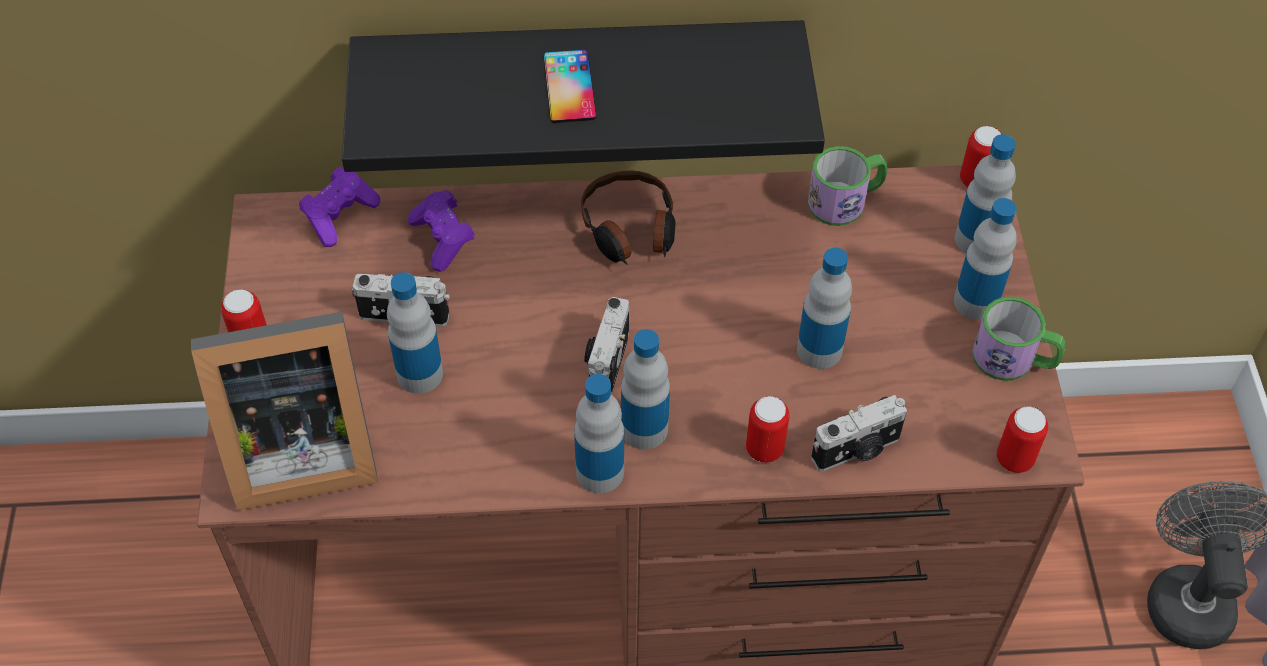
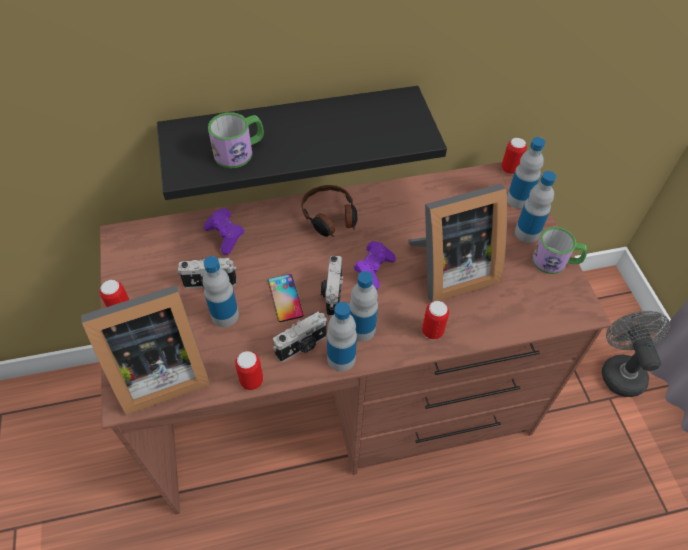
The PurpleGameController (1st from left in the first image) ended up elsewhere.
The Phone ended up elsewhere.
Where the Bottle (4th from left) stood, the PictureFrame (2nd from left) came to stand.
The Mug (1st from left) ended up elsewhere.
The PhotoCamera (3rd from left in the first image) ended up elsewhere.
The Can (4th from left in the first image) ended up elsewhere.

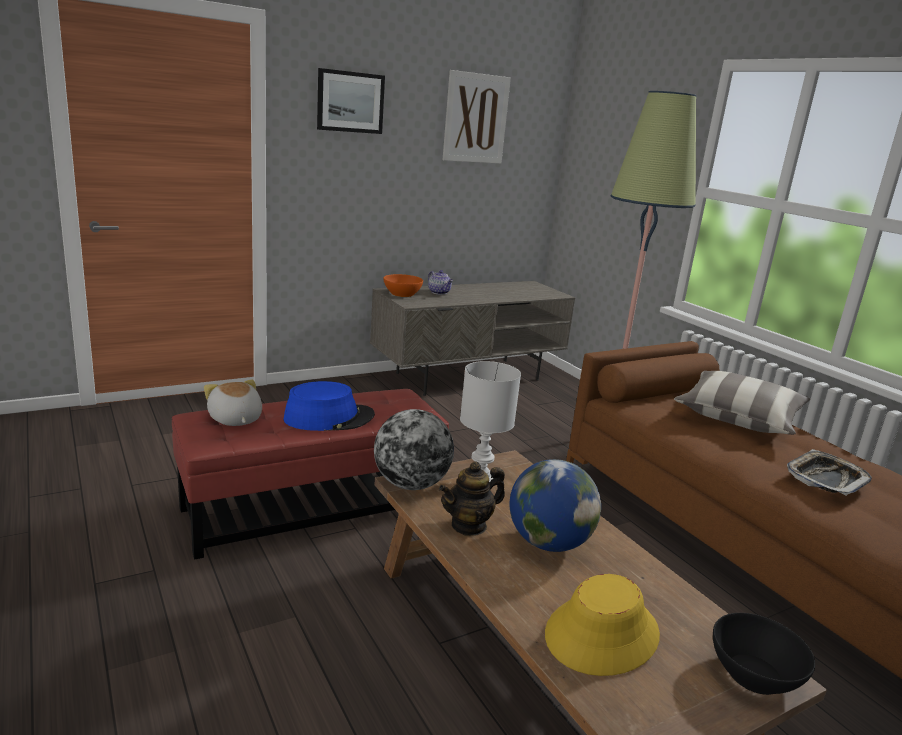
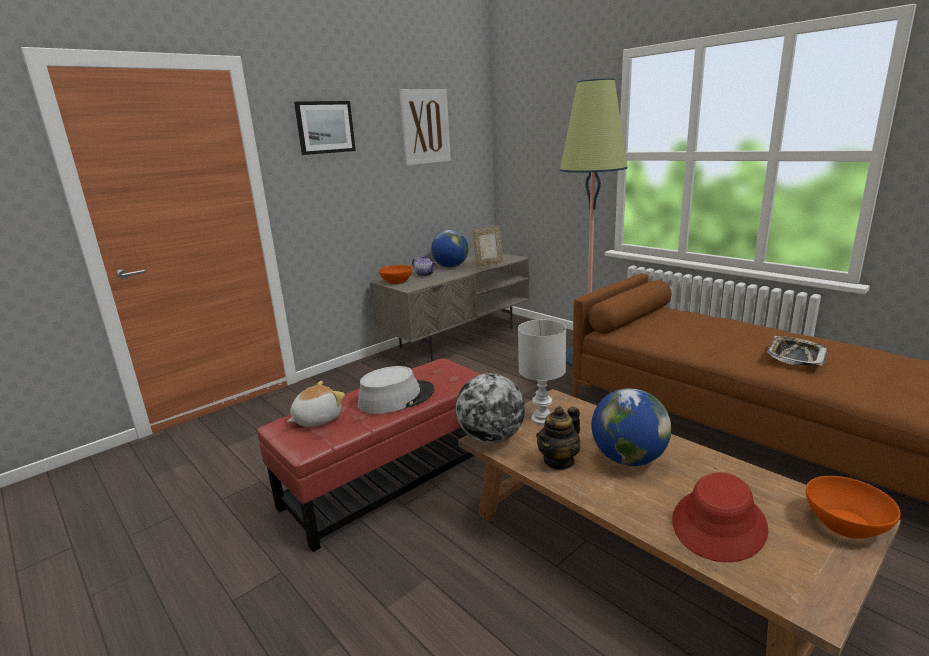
The PlushToy ended up facing another way, 90 degrees clockwise from before.
What was the BlueHat turned into the GreyHat.
What was the YellowHat turned into the RedHat.
The second view lost the Pillow.
What was the BlackBowl turned into the OrangeBowl (2nd from left).
The second view gained the Globe (1st from left).
The second view gained the PictureFrame.

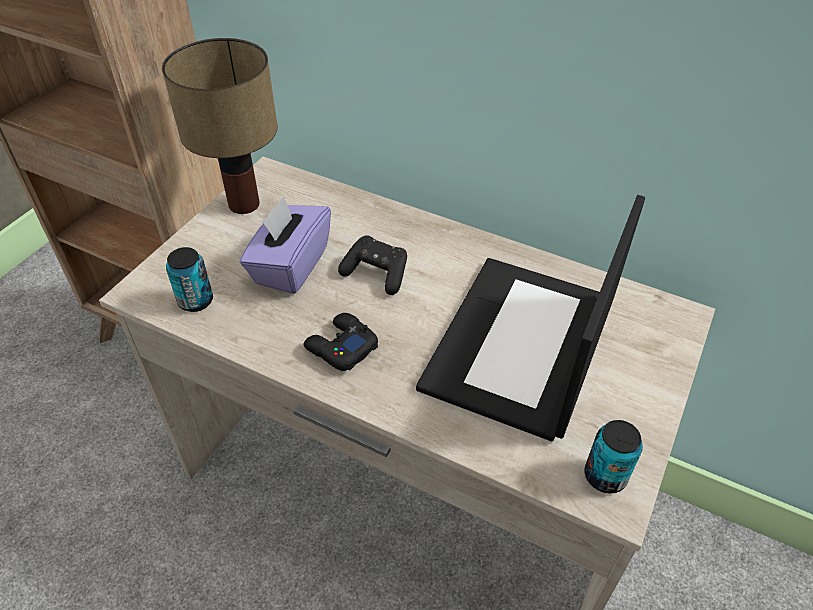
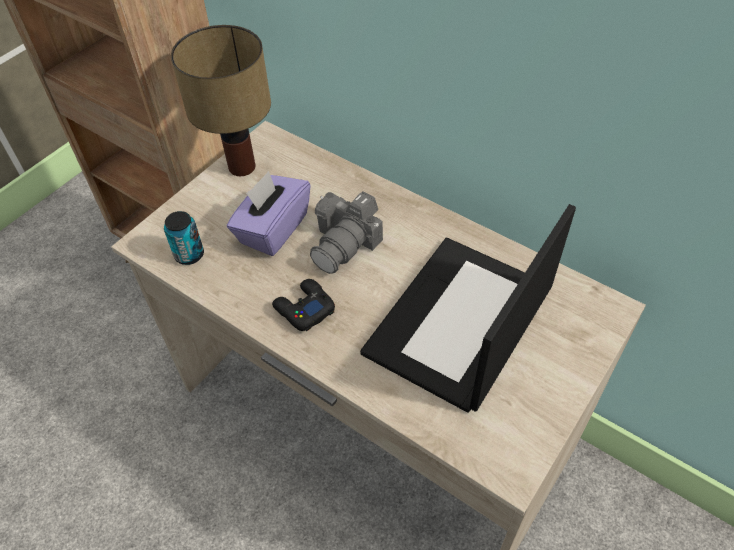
Where the BlackGameController (2nd from left) stood, the PhotoCamera came to stand.
The second view lost the Can (2nd from left).

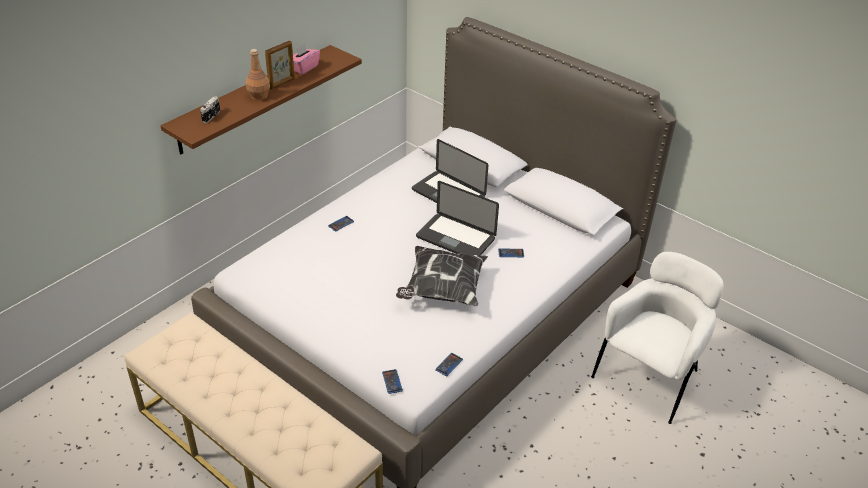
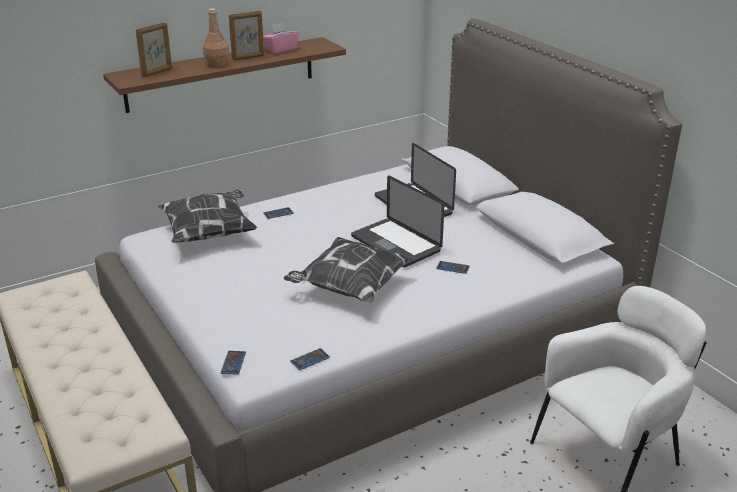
Where the PhotoCamera stood, the PictureFrame (1st from left) came to stand.
The second view gained the Pillow (1st from left).

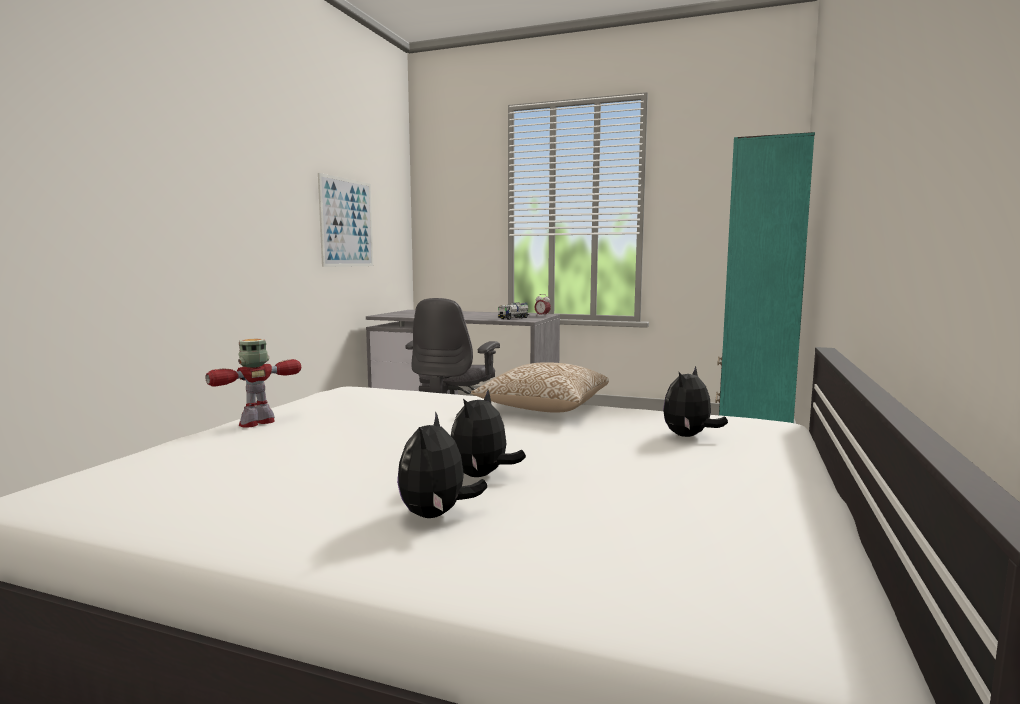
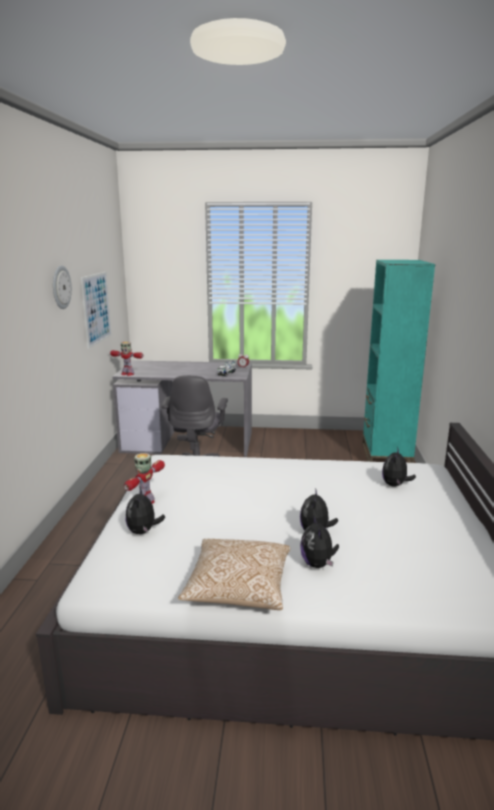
The Pillow ended up elsewhere.
The second view gained the WallClock.
The second view gained the ToyRobot (1st from left).
The second view gained the PlushToy (1st from left).

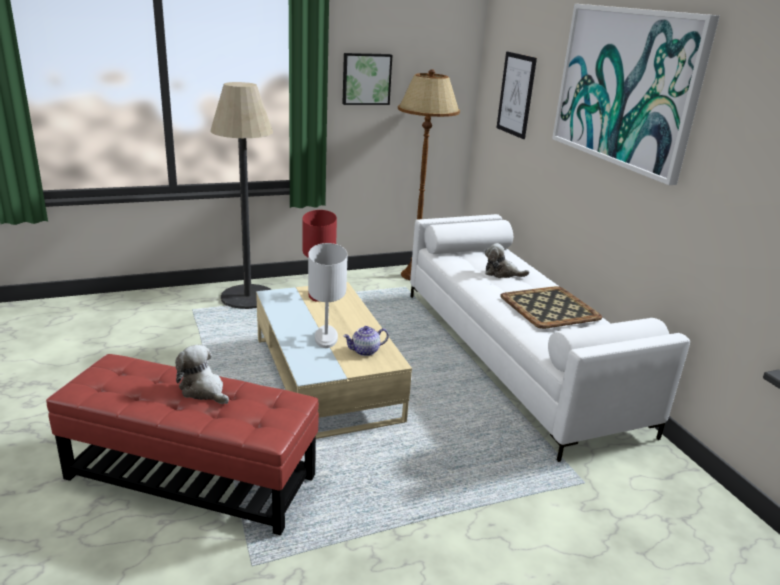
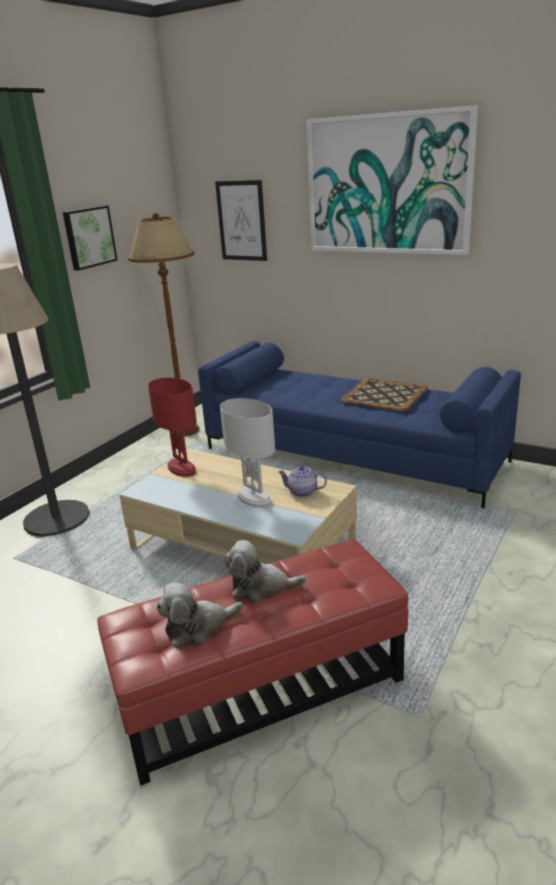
The Teapot ended up facing another way, 75 degrees clockwise from before.
What was the WhiteSofa turned into the BlueSofa.
The PlushToy (2nd from left in the first image) ended up elsewhere.

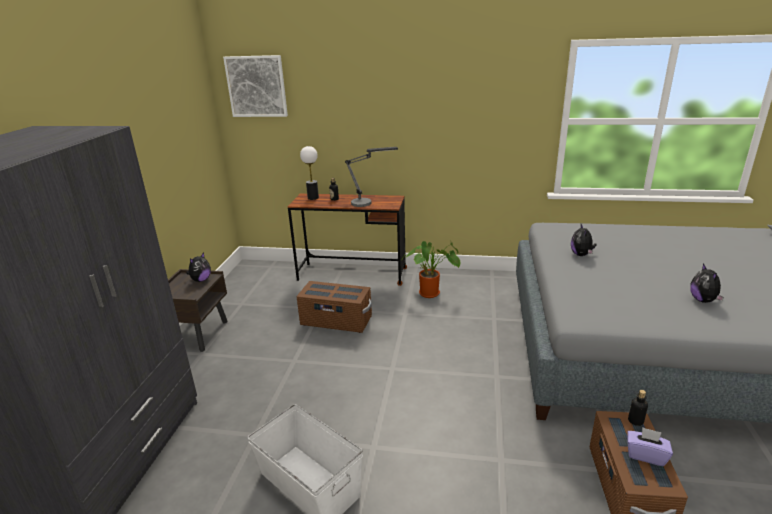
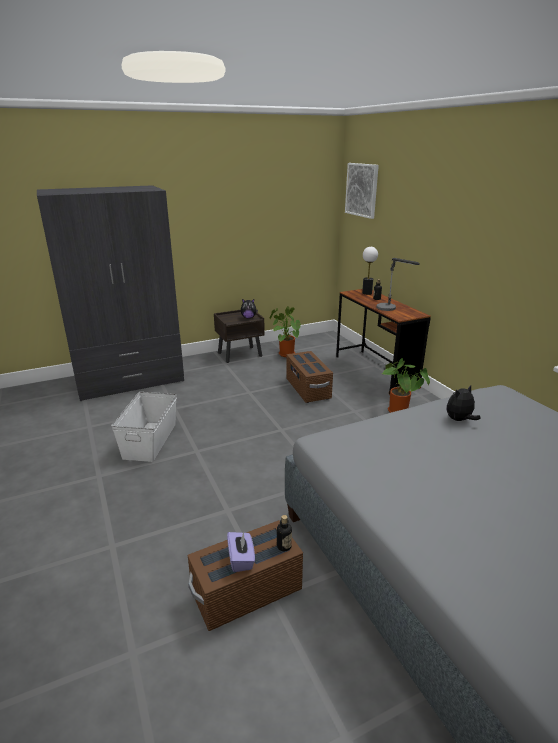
The second view lost the PlushToy (3rd from left).
The second view gained the PottedPlant (1st from left).

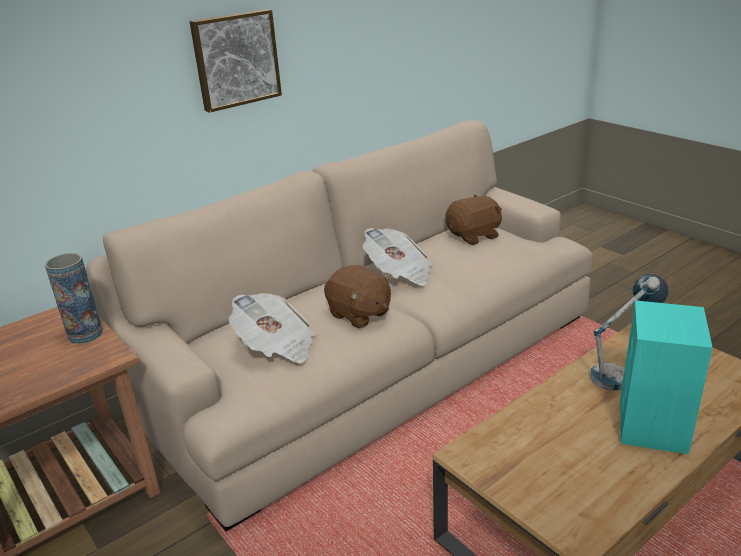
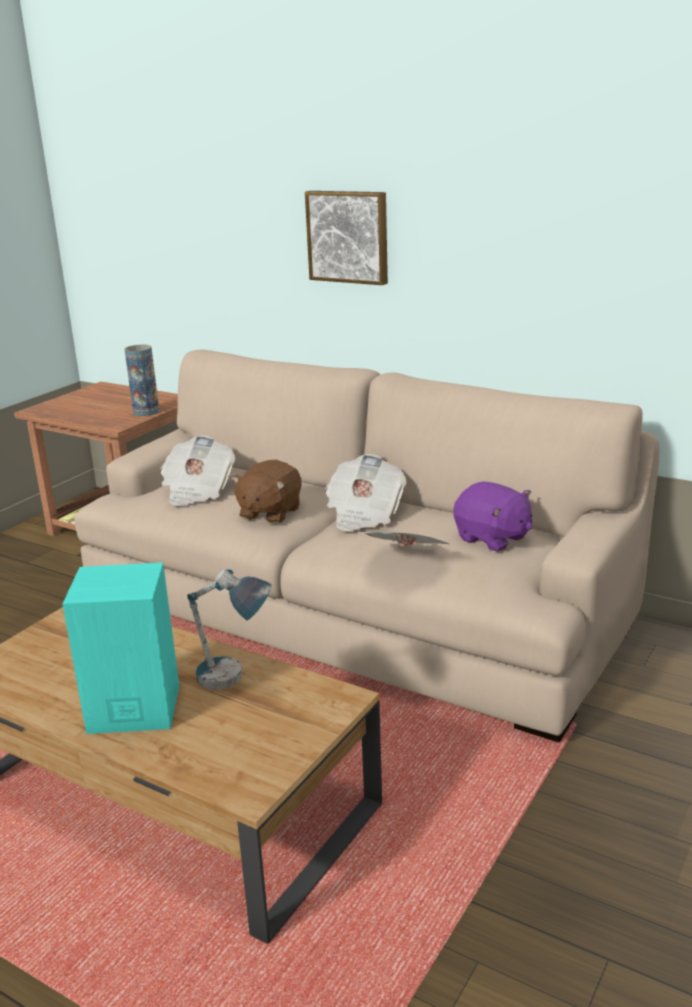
What was the BrownPlushToy (2nd from left) turned into the PurplePlushToy.
The second view gained the Newspaper (3rd from left).

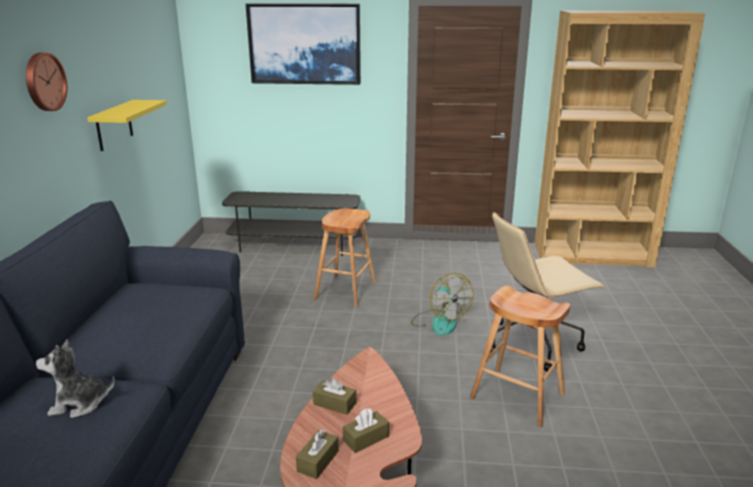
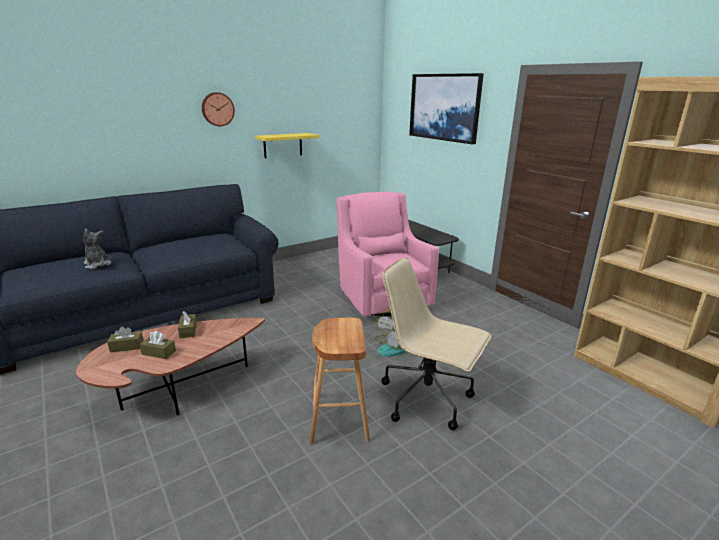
Where the BrownStool (1st from left) stood, the PinkArmchair came to stand.

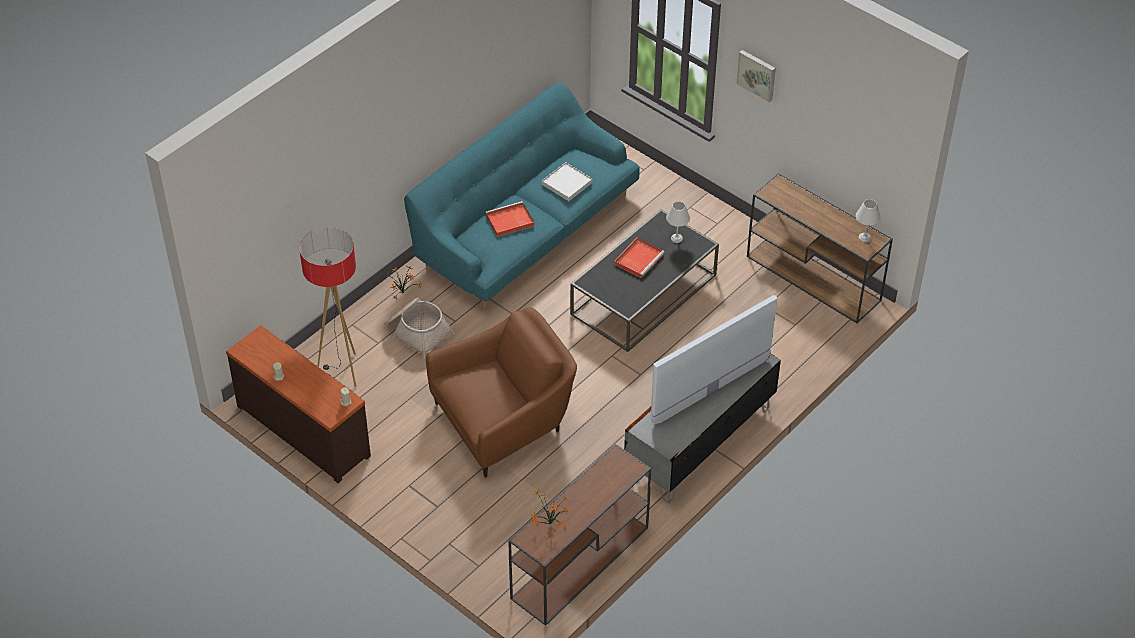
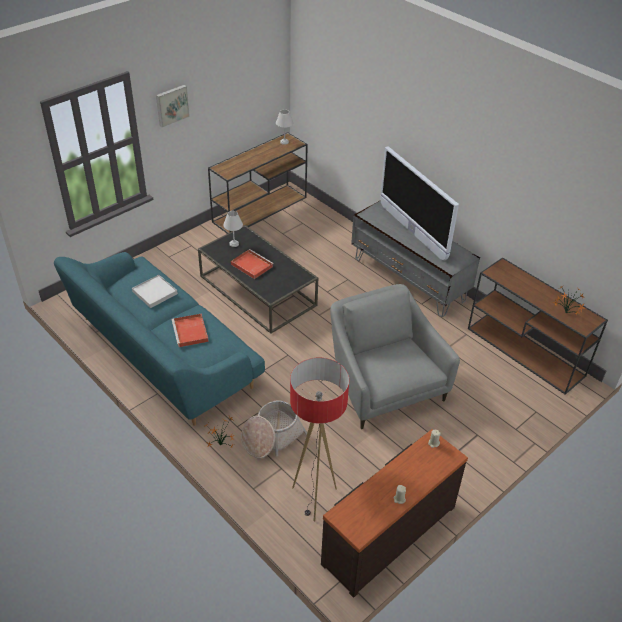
What was the BrownArmchair turned into the GreyArmchair.

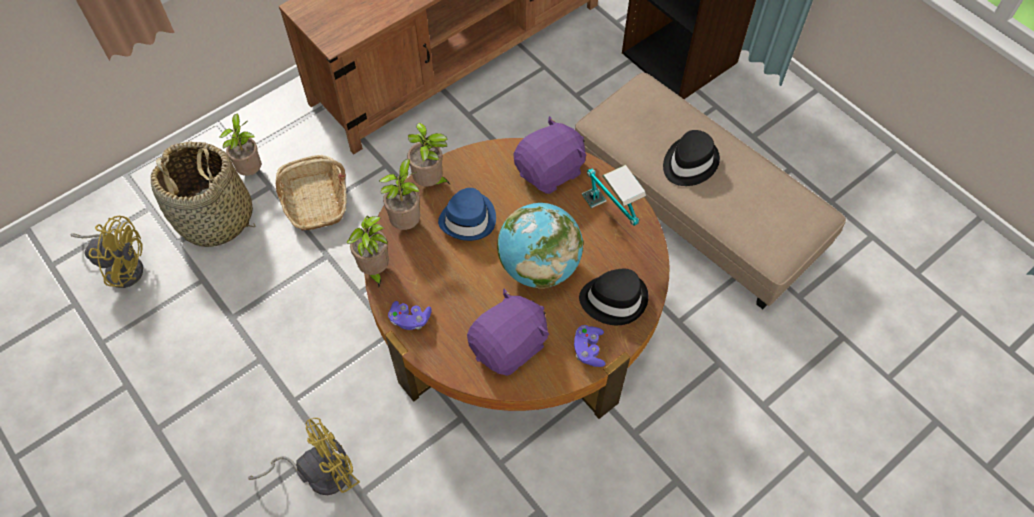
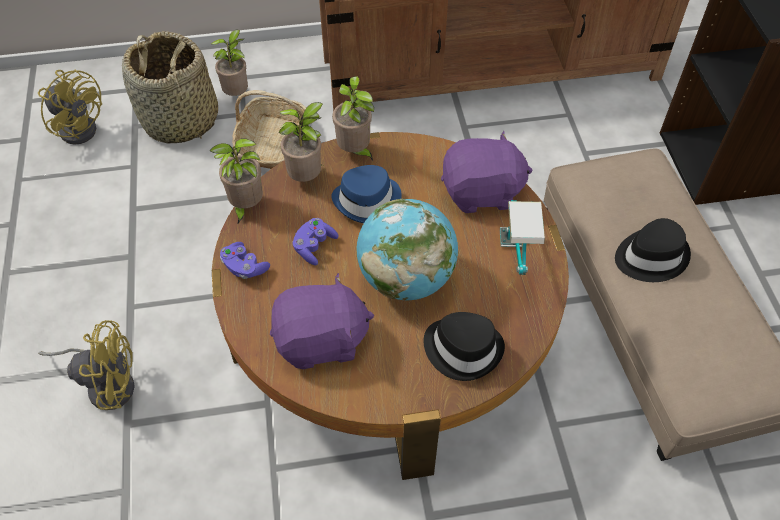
The PurpleGameController (2nd from left) ended up elsewhere.

